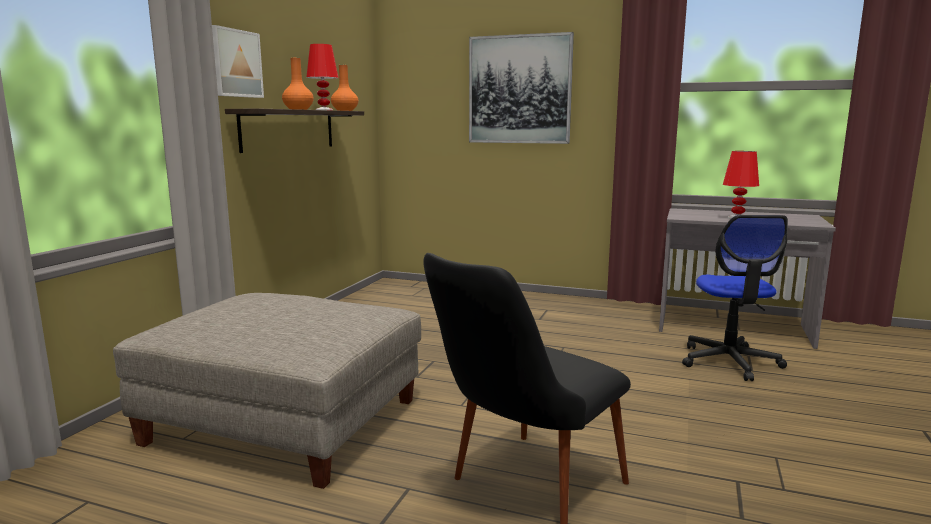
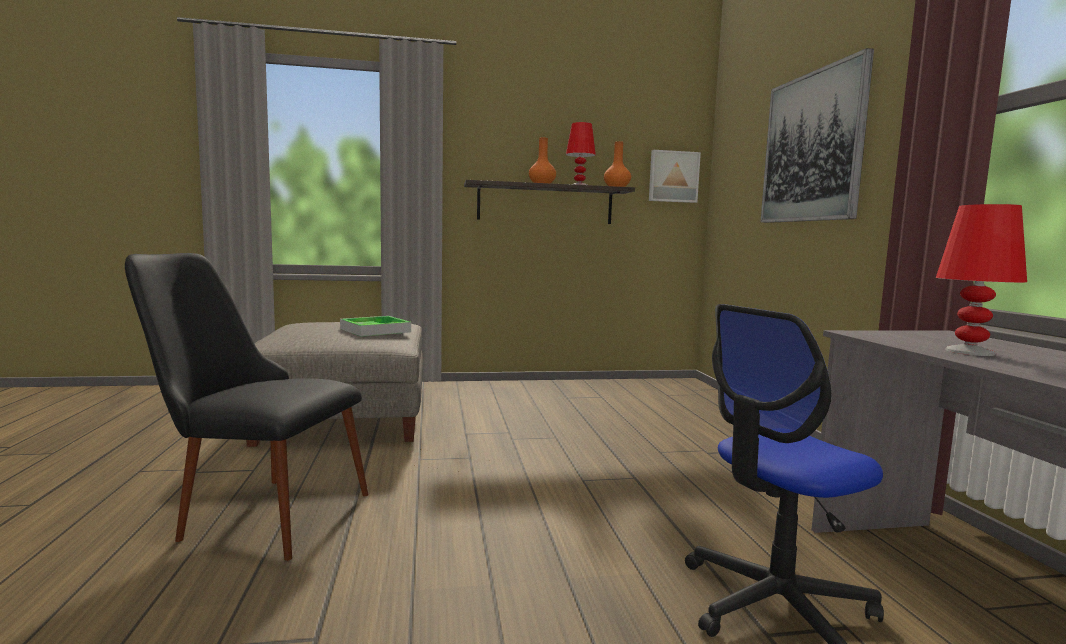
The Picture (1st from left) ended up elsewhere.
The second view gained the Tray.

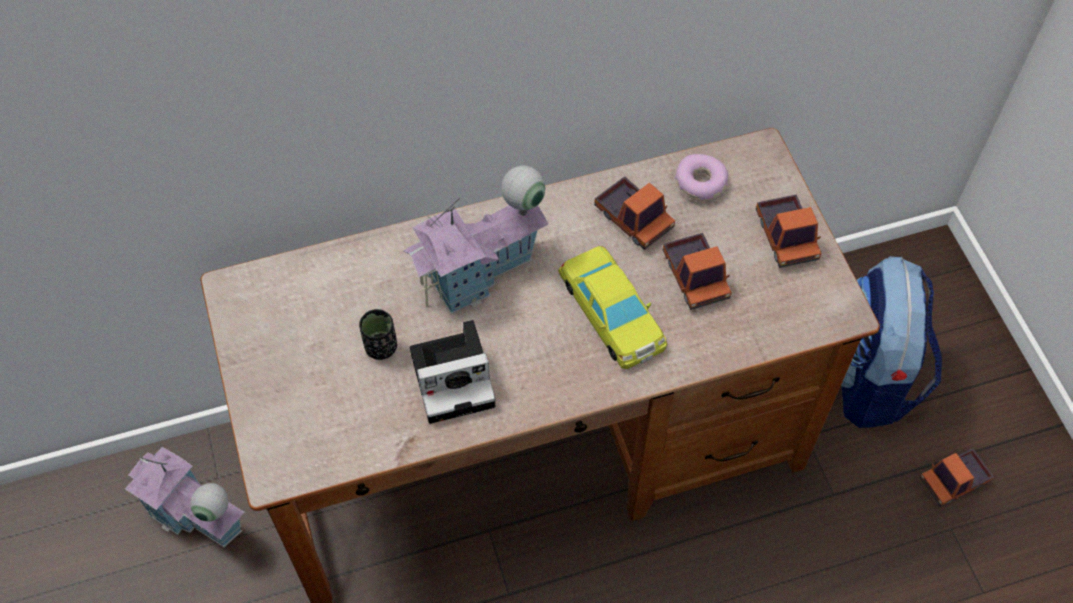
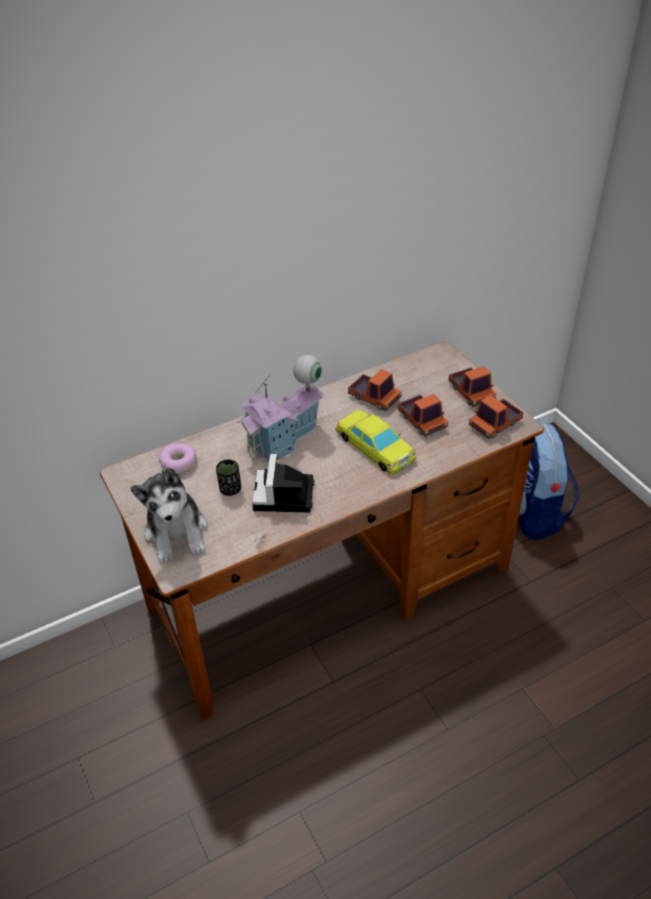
The second view lost the ToyHouse (1st from left).
The PhotoCamera ended up facing another way, 120 degrees clockwise from before.
The Donut ended up elsewhere.
The ToyTruck (4th from left) ended up elsewhere.
The second view gained the PlushToy.

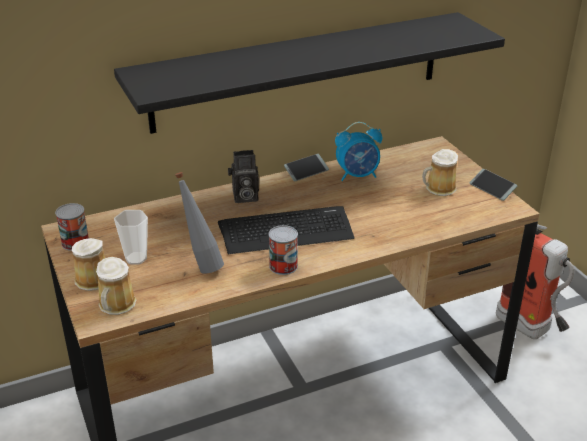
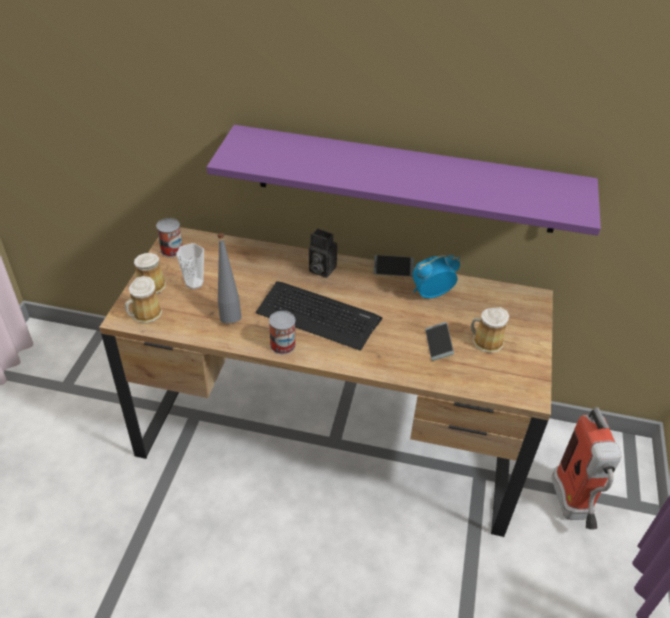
What was the BlackShelf turned into the PurpleShelf.
The AlarmClock ended up facing another way, 135 degrees clockwise from before.
The Phone (2nd from left) ended up elsewhere.

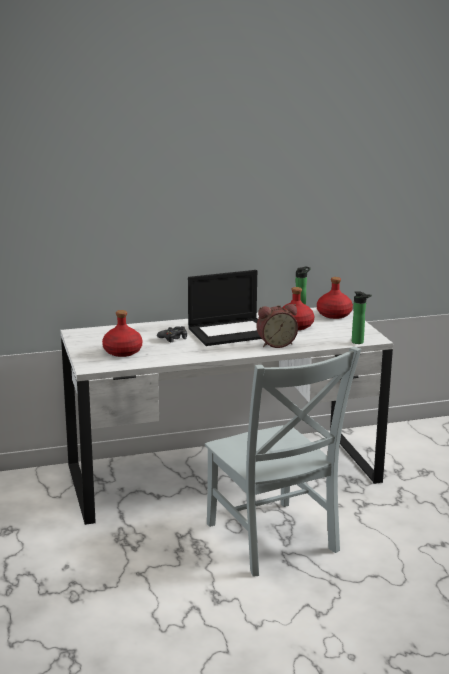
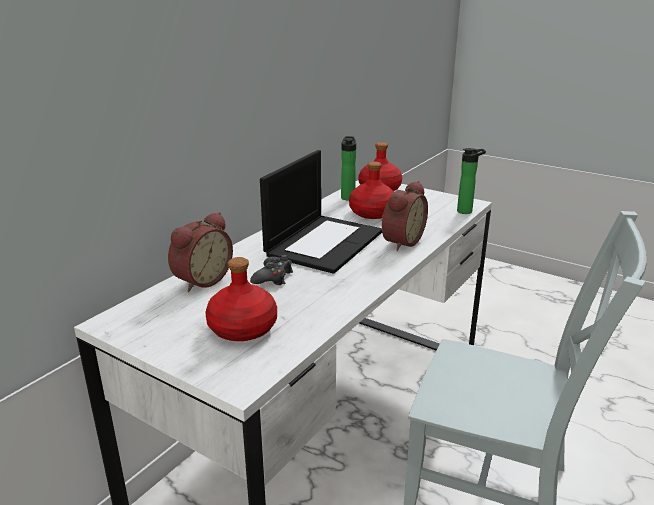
The second view gained the AlarmClock (1st from left).

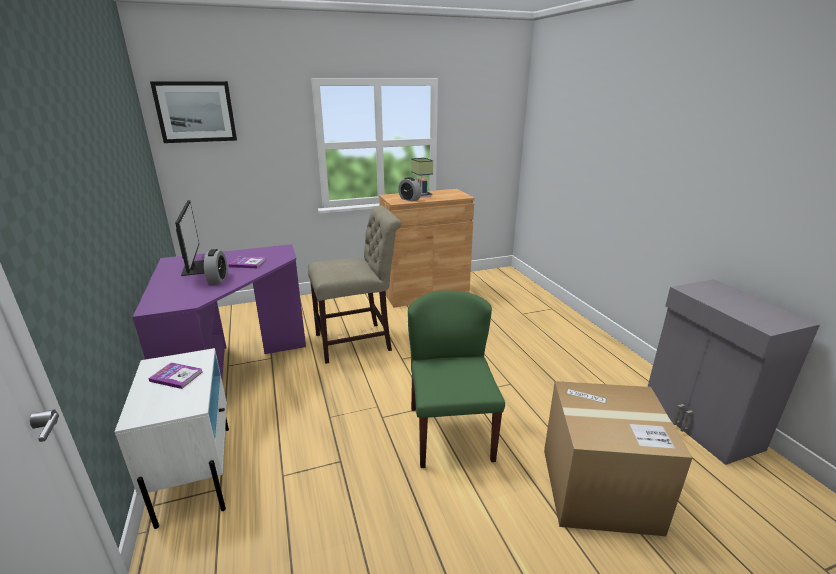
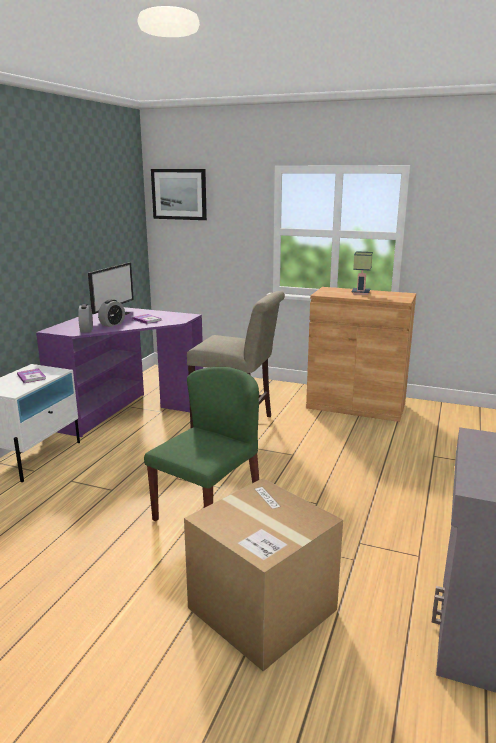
The AlarmClock (2nd from left in the first image) ended up elsewhere.

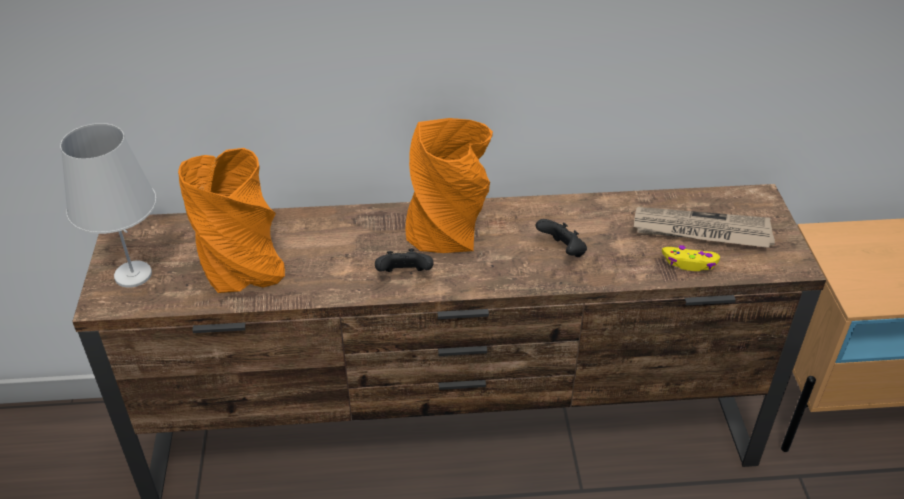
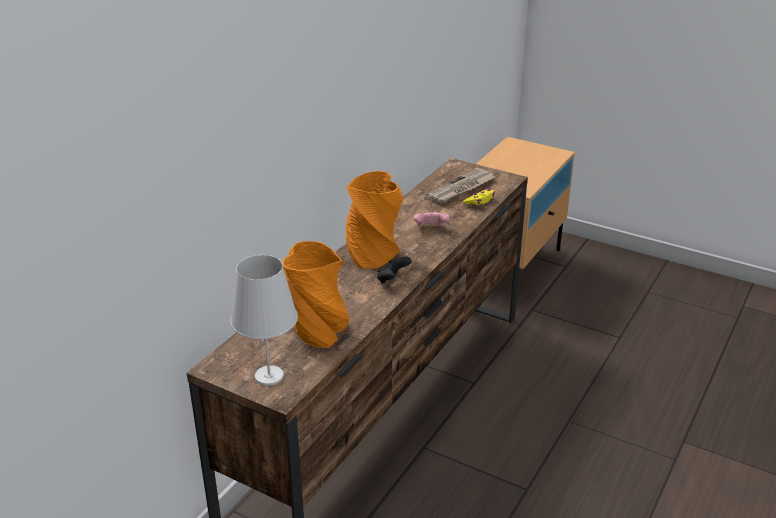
What was the BlackGameController (2nd from left) turned into the PinkGameController.

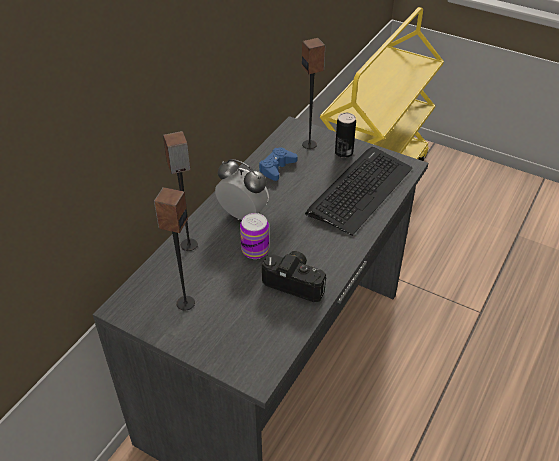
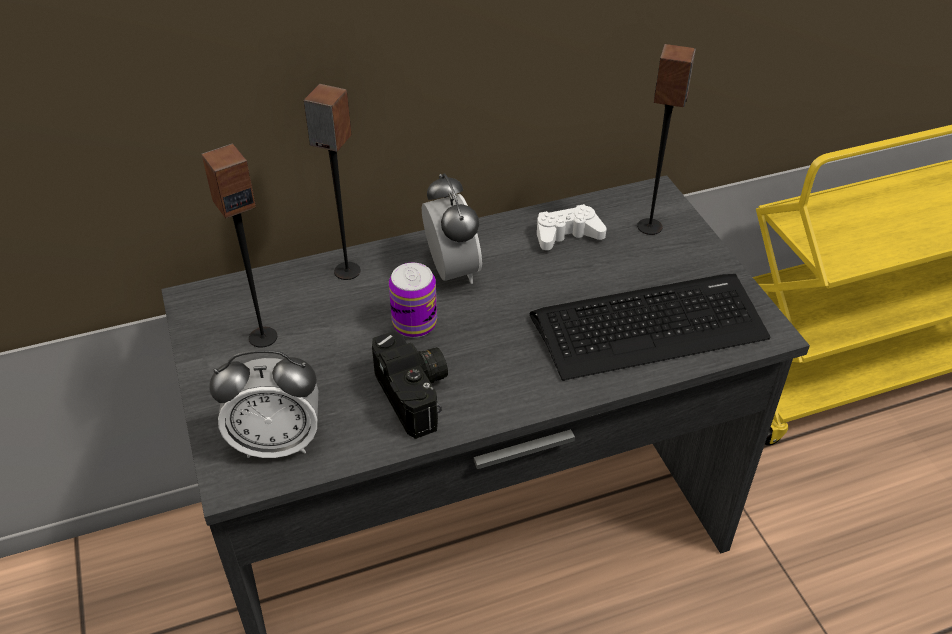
What was the BlueGameController turned into the WhiteGameController.
The second view lost the Can (2nd from left).
The second view gained the AlarmClock (1st from left).

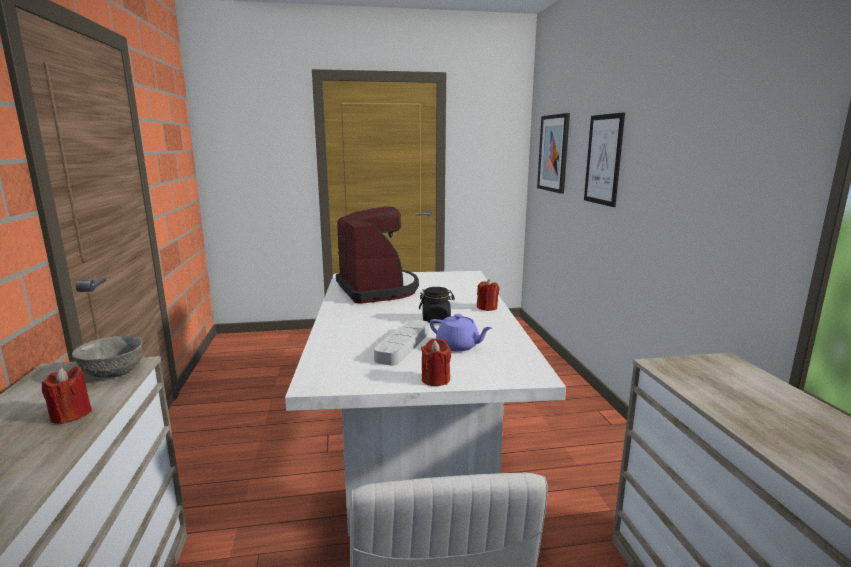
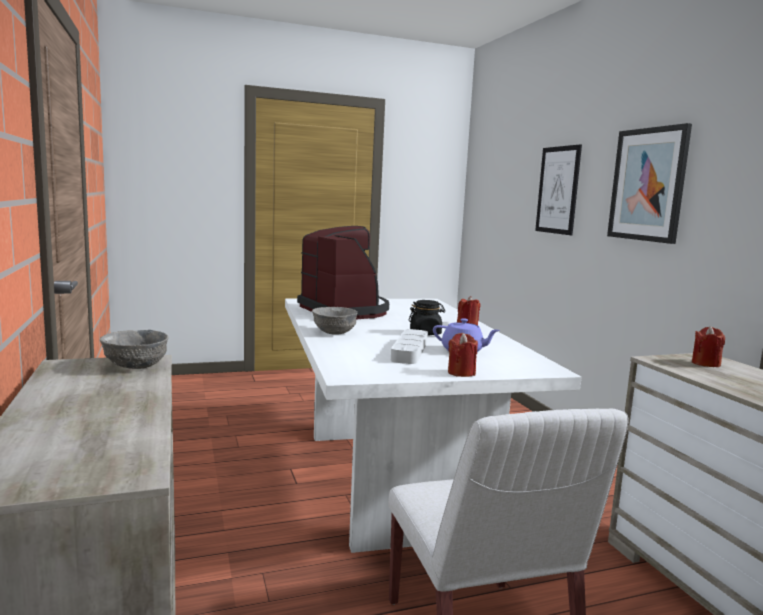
The RedCandle (1st from left in the first image) ended up elsewhere.
The Picture (1st from left in the first image) ended up elsewhere.
The second view gained the GreyBowl (2nd from left).

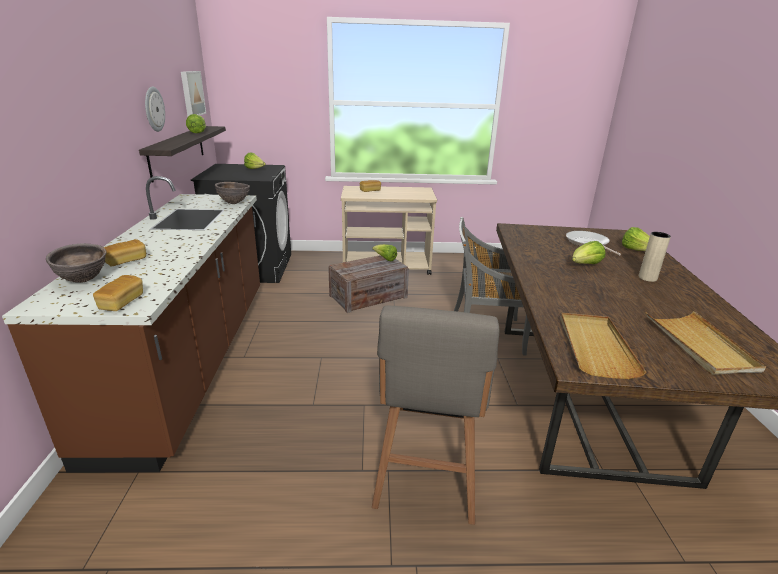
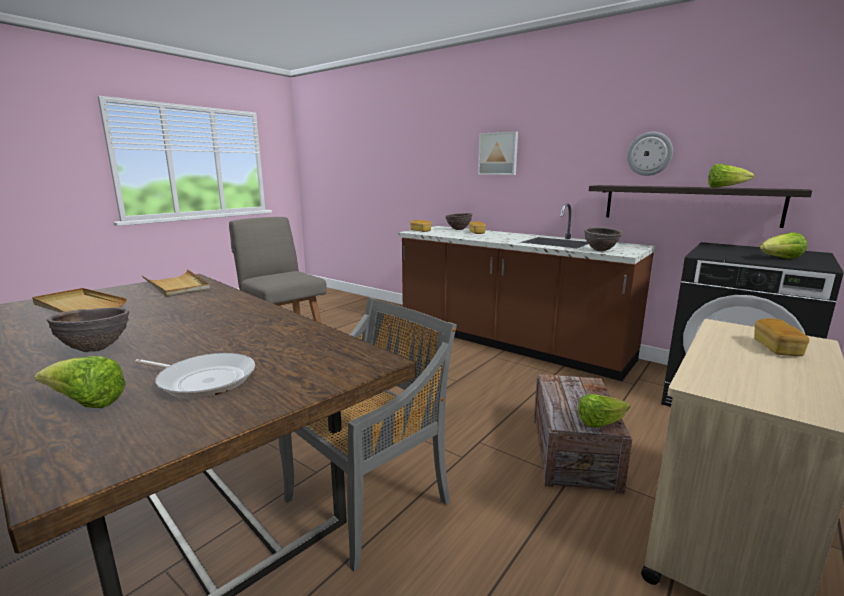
The Picture ended up elsewhere.
The second view lost the Lettuce (4th from left).
Where the BeigeVase stood, the BrownBowl (1st from left) came to stand.

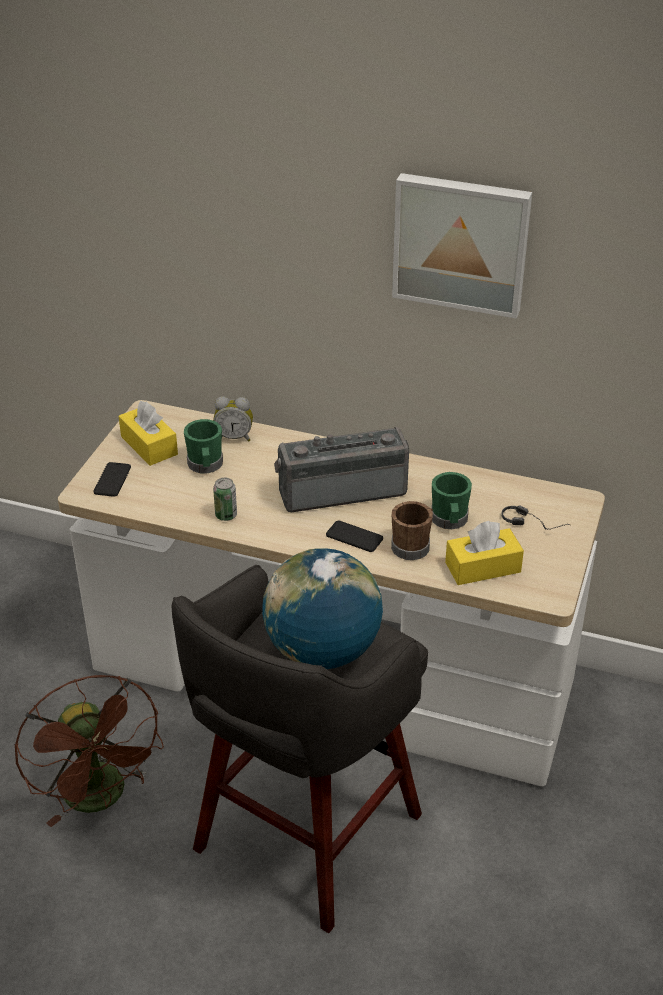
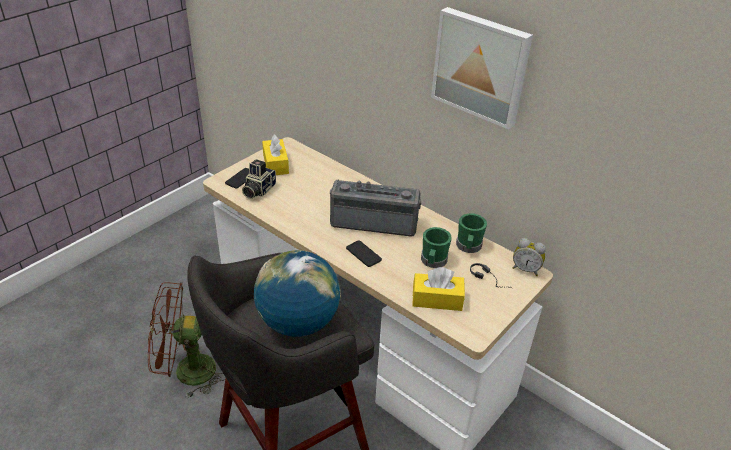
The BrownFan ended up facing another way, 90 degrees clockwise from before.
The GreenMug (1st from left in the first image) ended up elsewhere.
The AlarmClock ended up elsewhere.
The second view lost the Can.
The second view lost the BrownMug.
The second view gained the PhotoCamera.

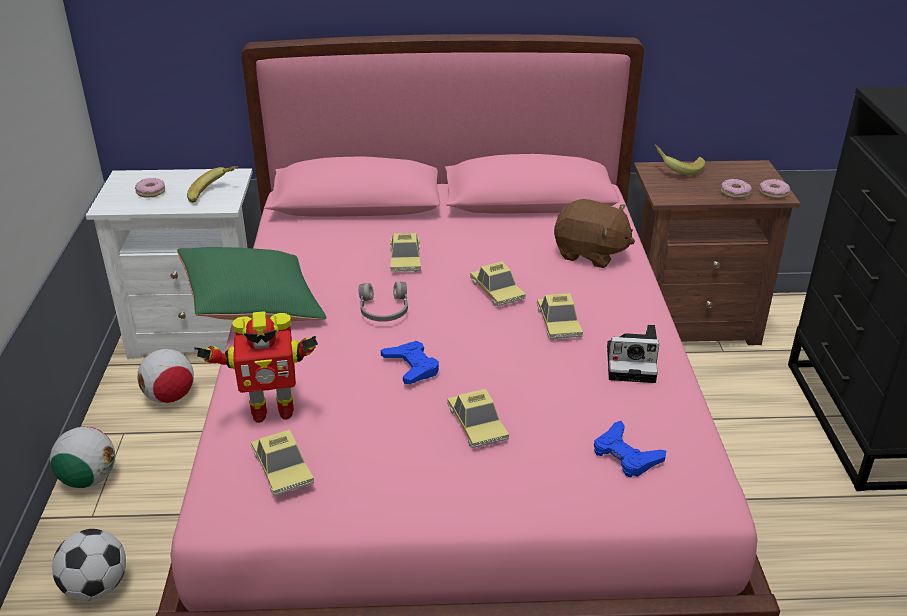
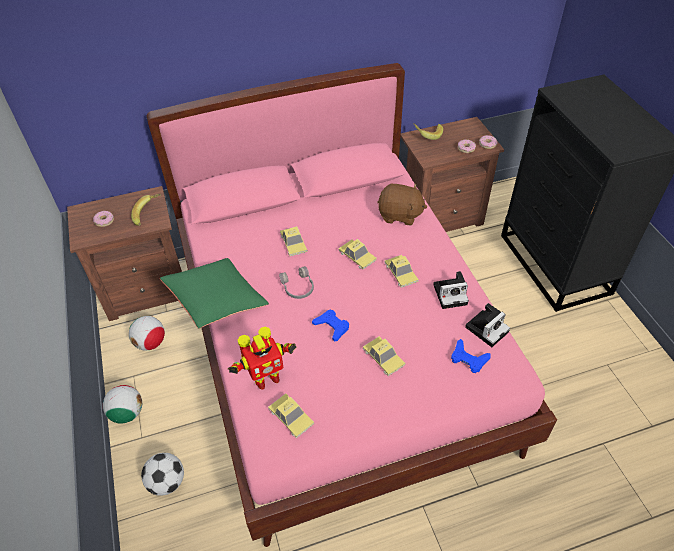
What was the WhiteNightstand turned into the BrownNightstand (1st from left).
The second view gained the PhotoCamera (2nd from left).

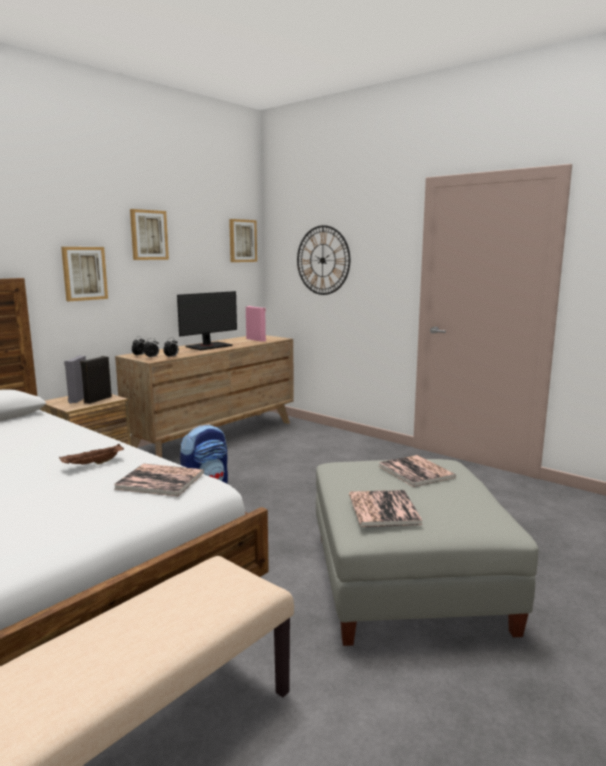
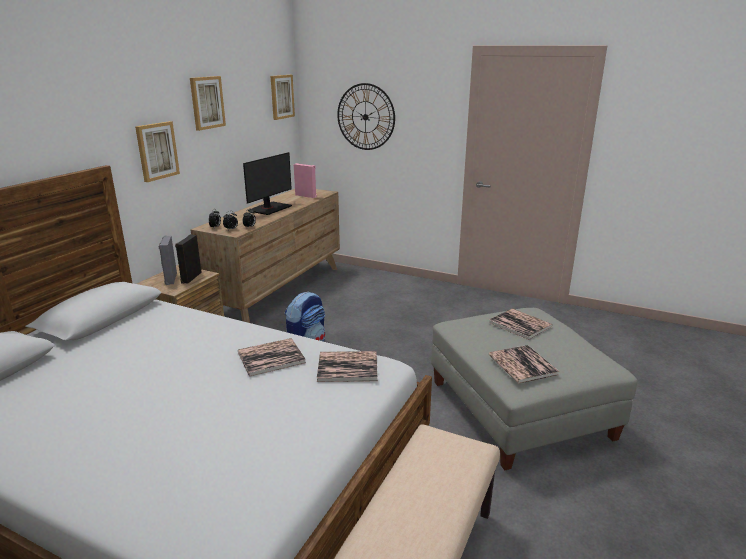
Where the BrownTray stood, the Book (1st from left) came to stand.

